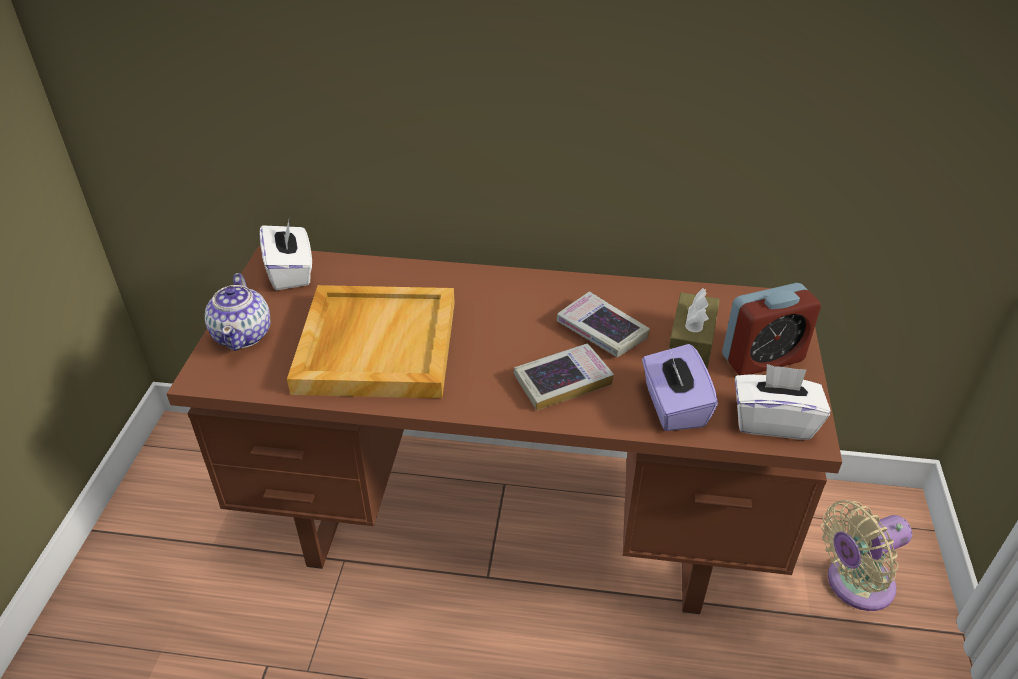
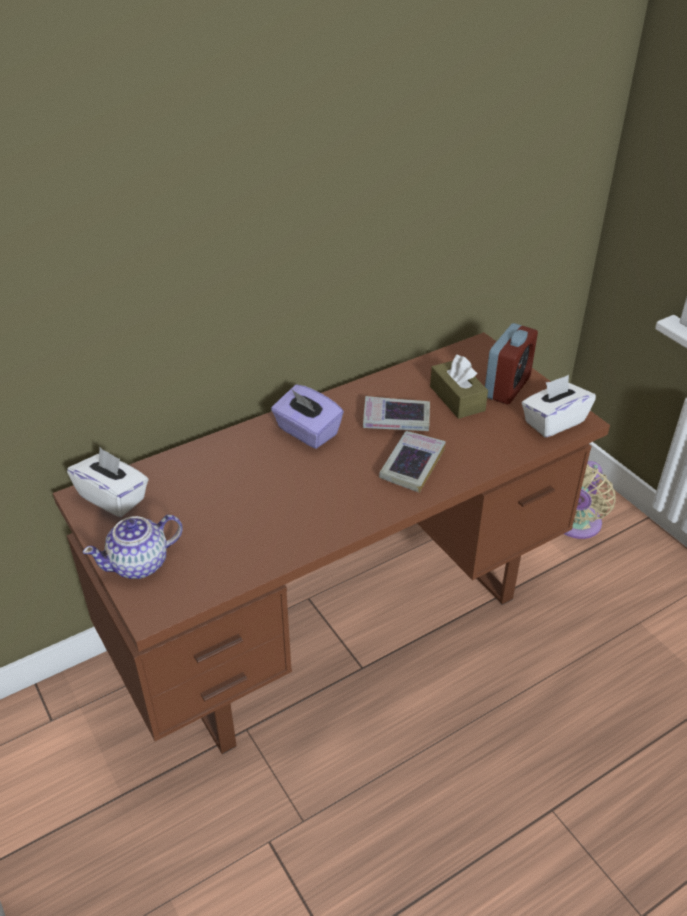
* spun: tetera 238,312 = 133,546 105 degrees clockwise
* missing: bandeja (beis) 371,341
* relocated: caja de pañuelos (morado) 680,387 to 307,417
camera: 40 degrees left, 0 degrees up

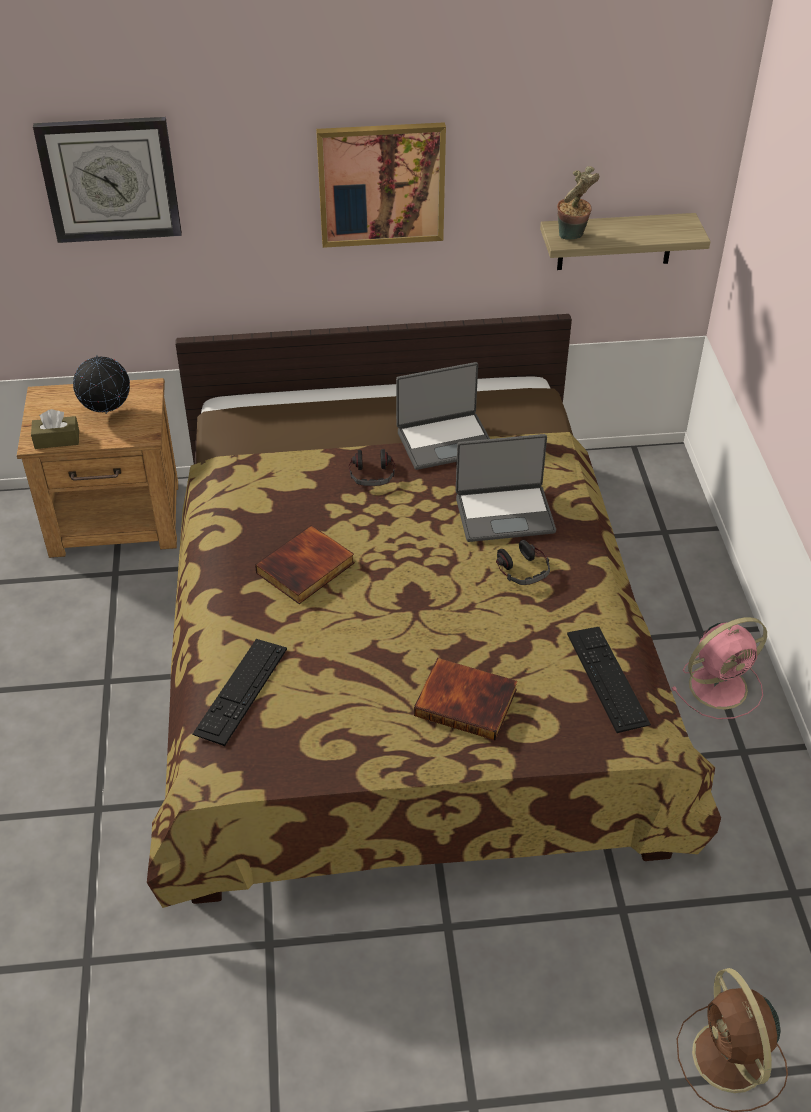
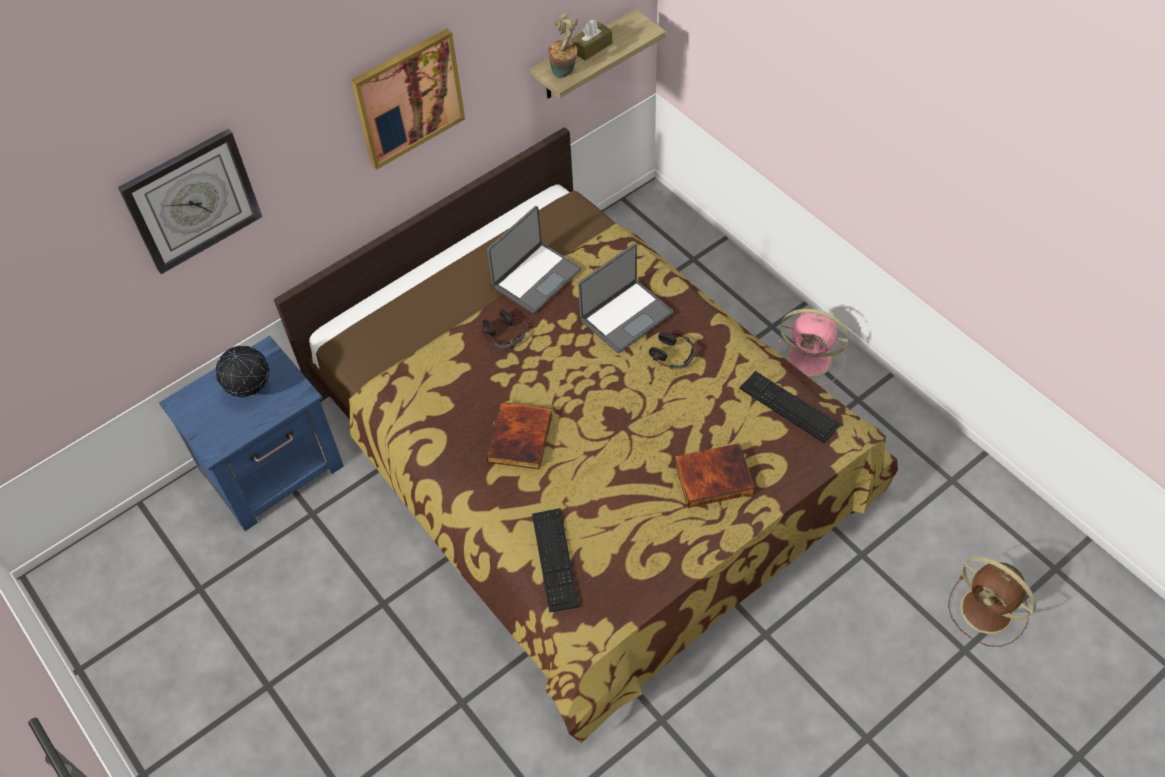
* colour: mesita de noche (marrón) 97,468 to mesita de noche (azul) 251,433
* relocated: caja de pañuelos (marrón) 55,429 to 591,40
* spun: ventilador (rosa) 719,668 = 813,347 75 degrees clockwise
camera: 30 degrees left, 10 degrees up

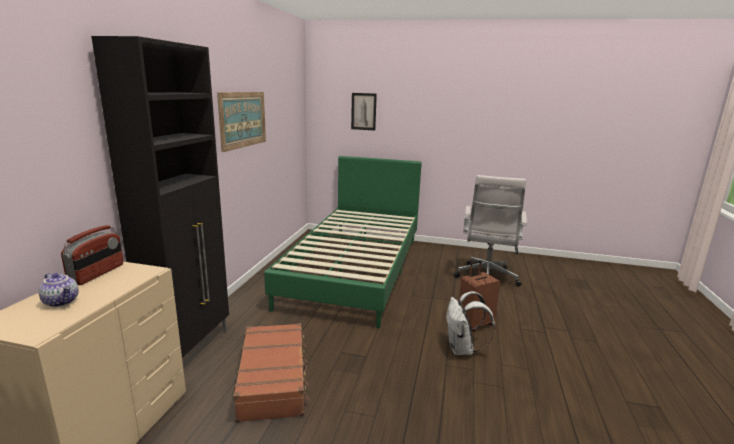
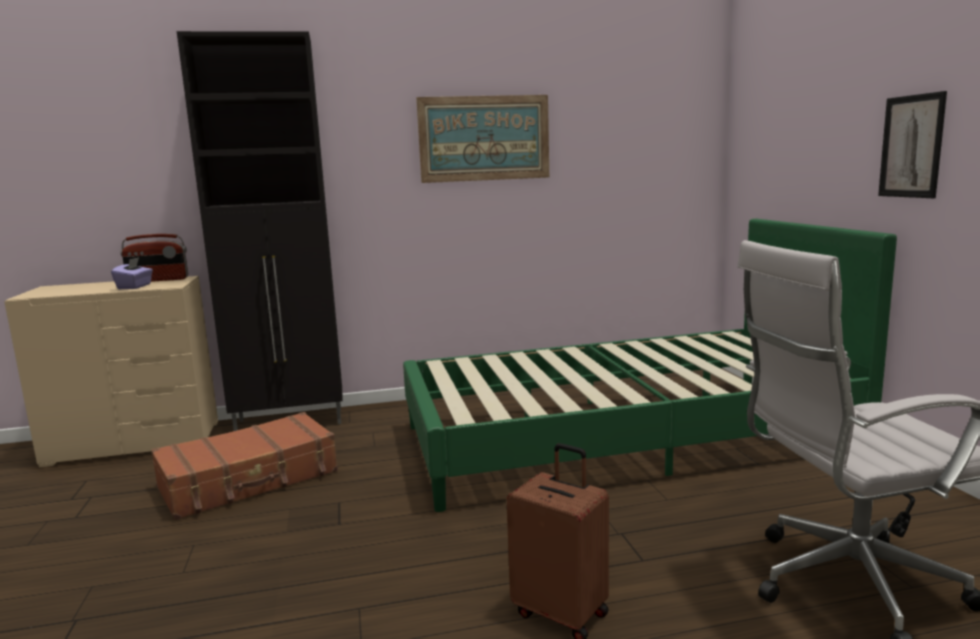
* missing: tetera 58,290
* relocated: cuadro 364,111 to 912,144
* missing: mochila (blanco) 470,323
* appeared: caja de pañuelos (morado) 132,273
camera: 65 degrees right, 5 degrees down

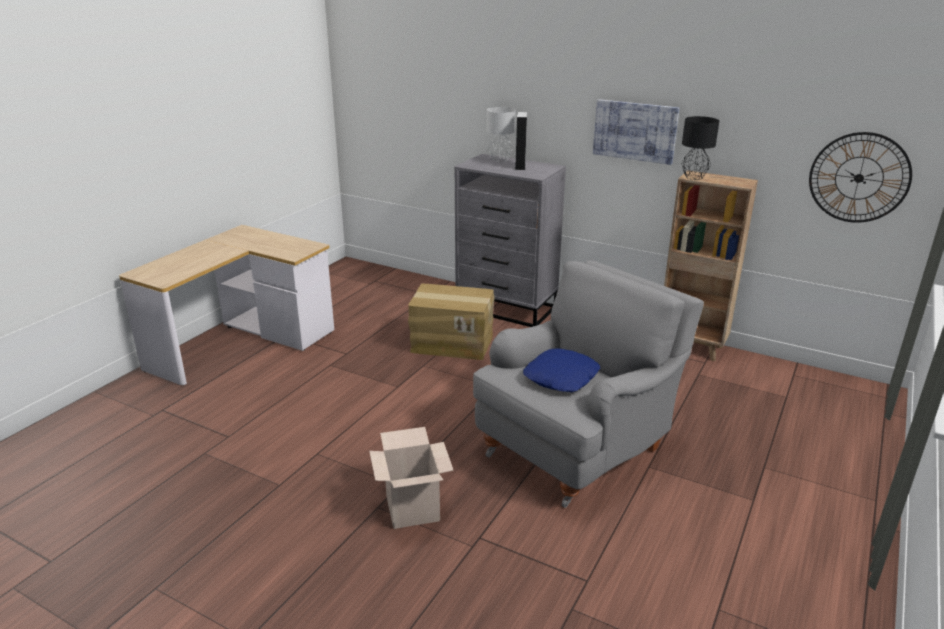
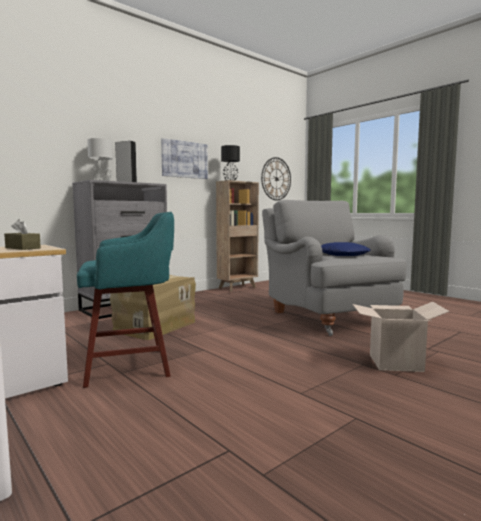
* appeared: caja de pañuelos (marrón) 22,234
* appeared: taburete (turquesa) 125,300
camera: 70 degrees left, 20 degrees down

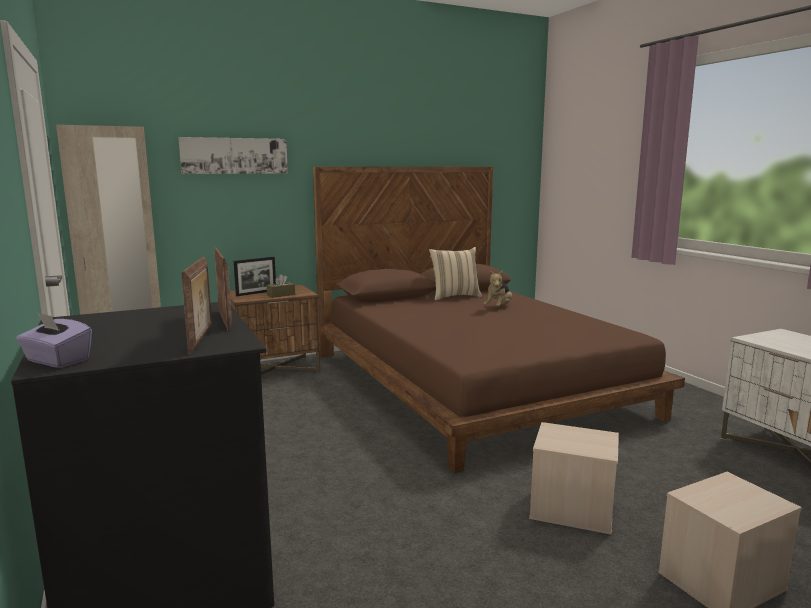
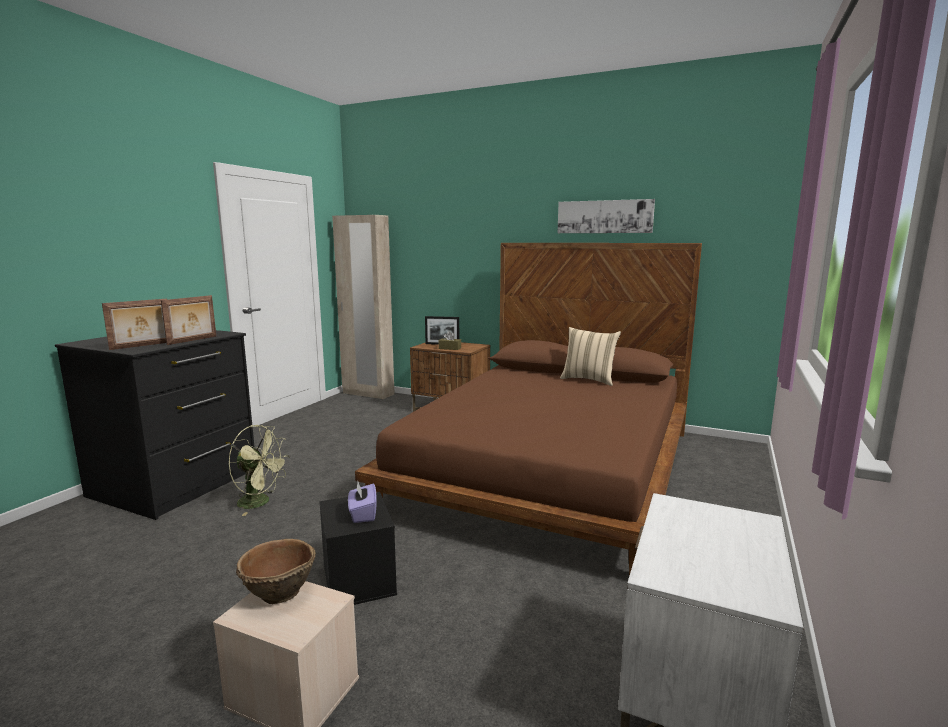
* relocated: caja de pañuelos (morado) 54,340 to 362,502
* relocated: cuadro 233,155 to 606,216
* missing: peluche 498,288
* colour: caja de almacenaje (beis) 574,478 to caja de almacenaje (negro) 358,548
* appeared: ventilador (verde) 259,470
* appeared: cuenco (marrón) 276,571
camera: 50 degrees right, 0 degrees up

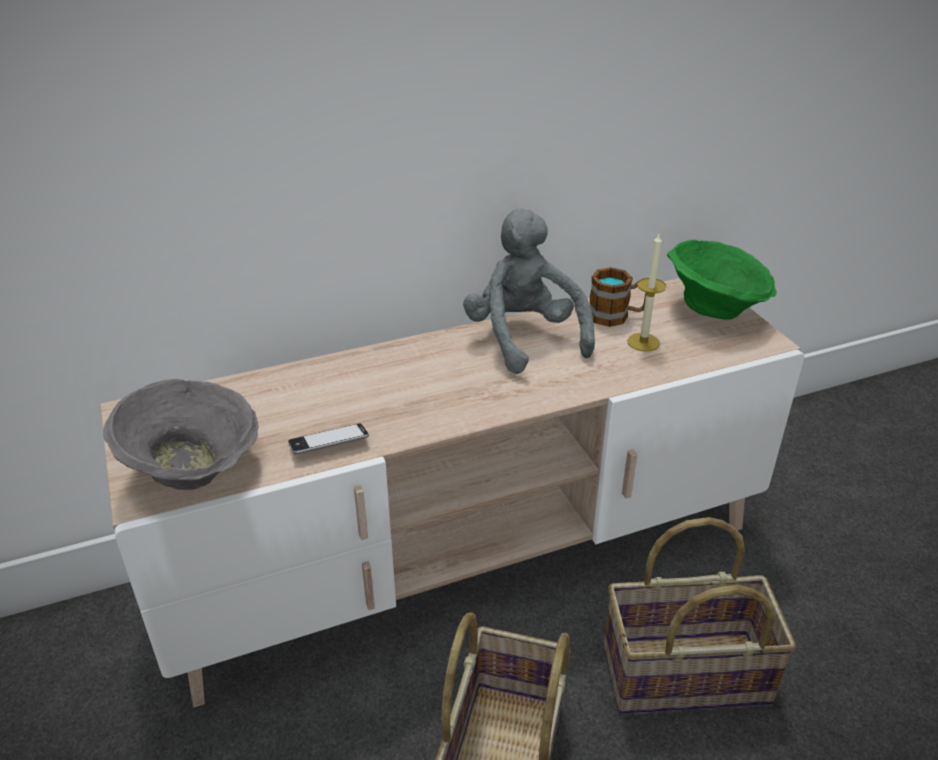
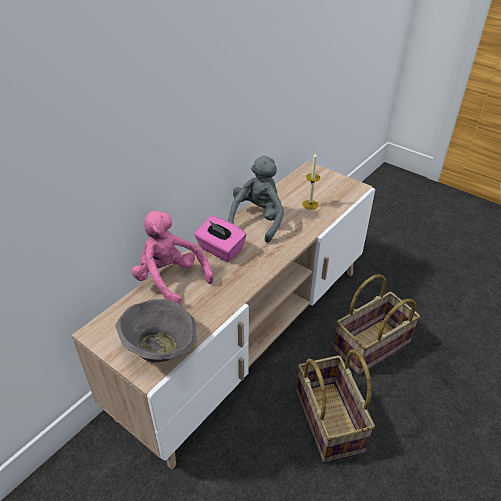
* missing: móvil 328,438
* spun: peluche (gris) 529,291 = 256,199 75 degrees clockwise
* missing: taza grande 618,297
* missing: cuenco (verde) 722,280
* appeared: peluche (rosa) 173,257
* appeared: caja de pañuelos (rosa) 220,239
camera: 30 degrees left, 5 degrees up

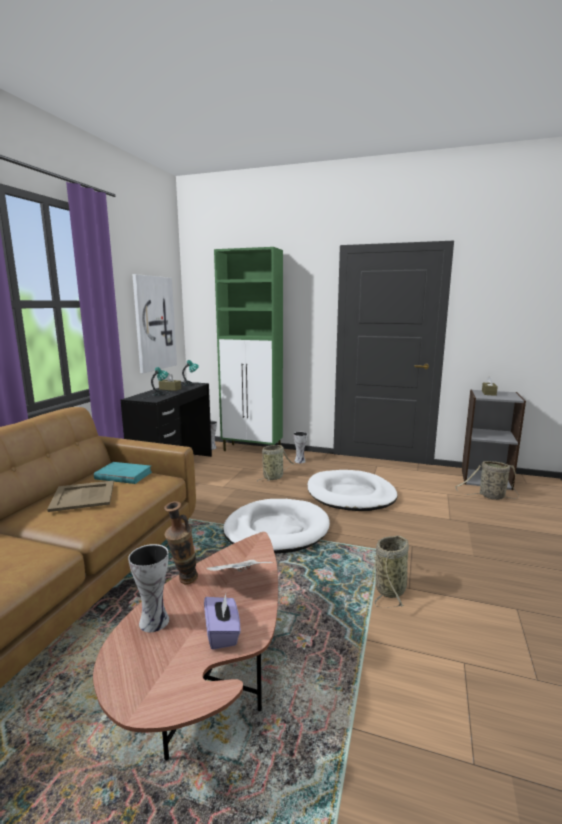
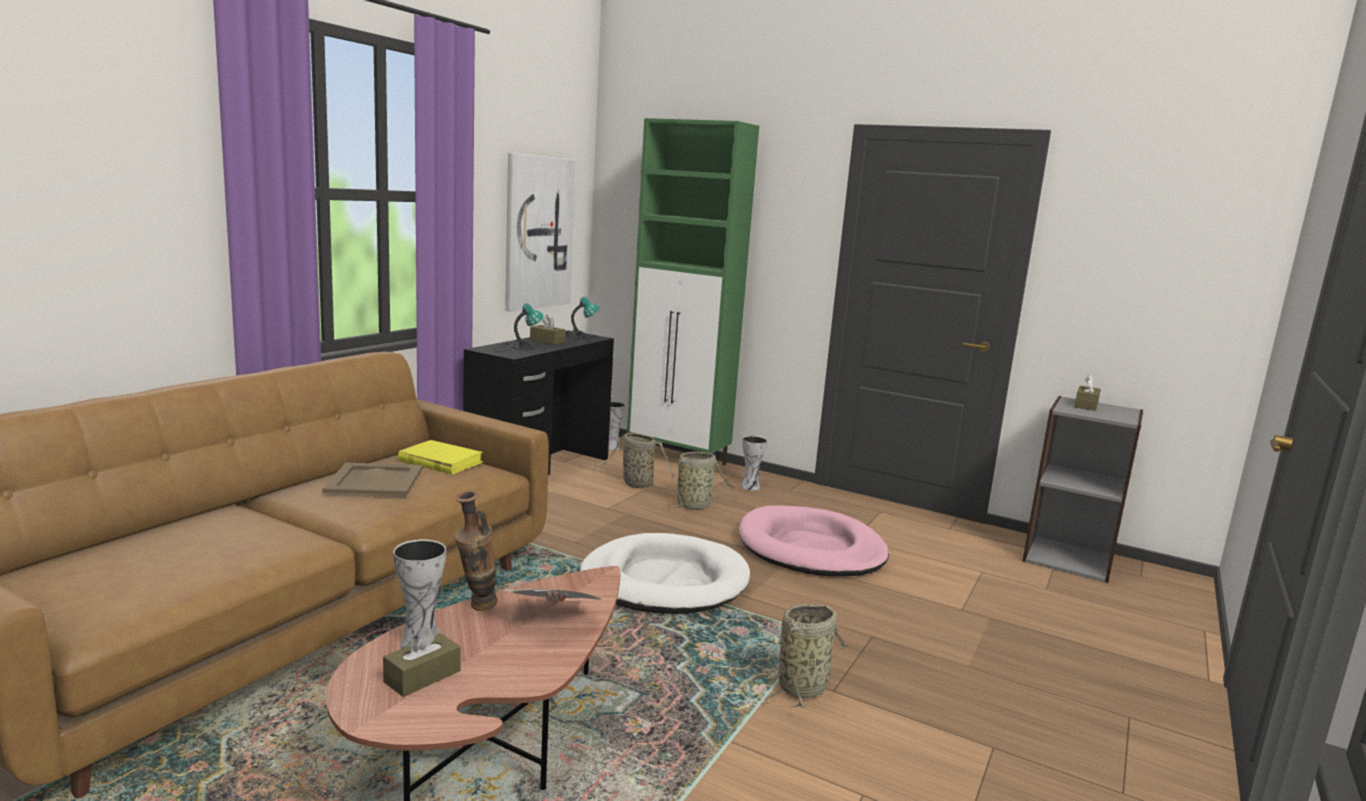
* colour: libro (turquesa) 123,473 to libro (amarillo) 440,457
* missing: caja de pañuelos (morado) 222,621
* colour: cama para perro (blanco) 353,490 to cama para perro (rosa) 814,541
* relocated: cesta 487,480 to 634,461
* appeared: caja de pañuelos (marrón) 422,661
camera: 10 degrees right, 0 degrees up

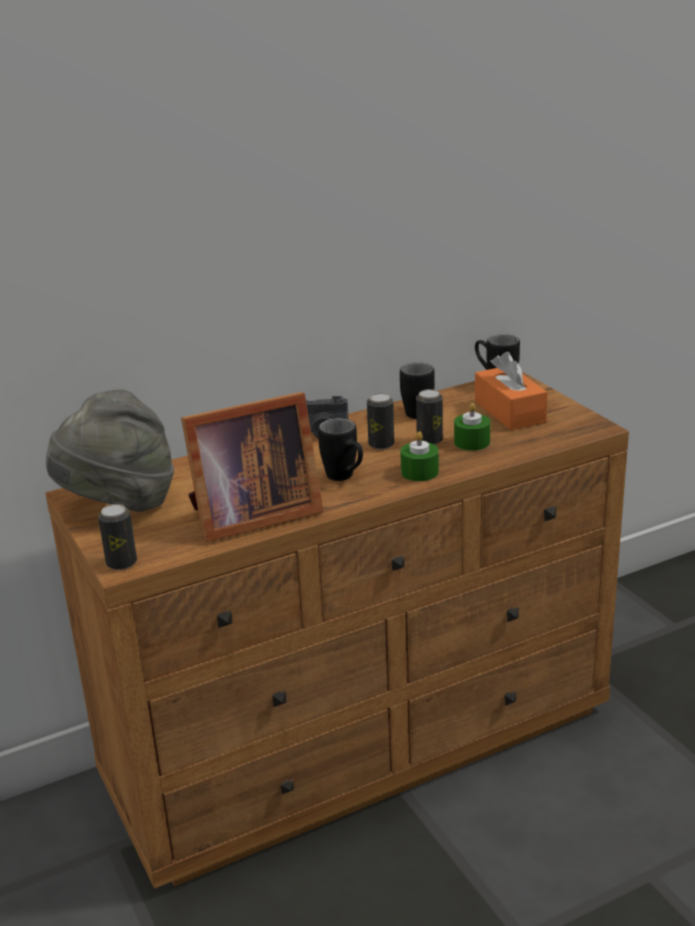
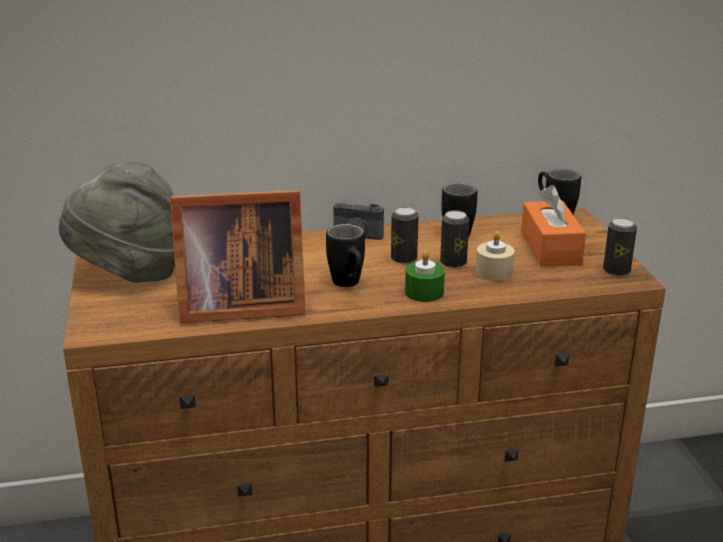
* relocated: lata 117,537 to 620,247
* colour: vela (verde) 472,427 to vela (beis) 495,256
camera: 15 degrees right, 0 degrees up

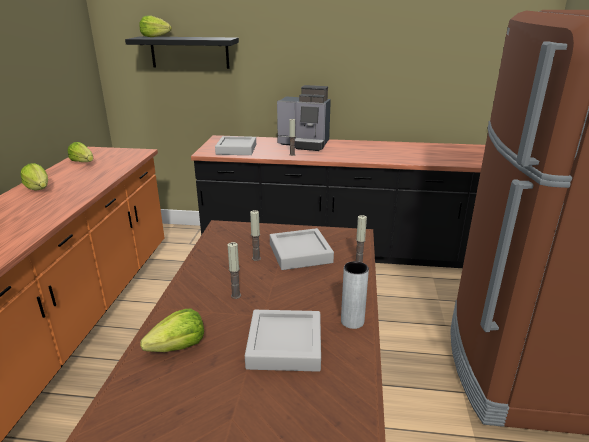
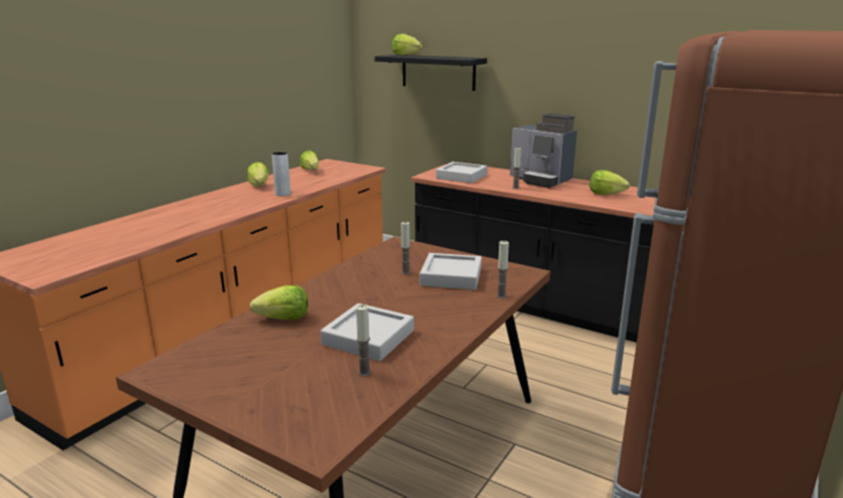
* relocated: vela 234,270 to 363,340
* relocated: florero (gris) 355,295 to 281,174
* appeared: lechuga 610,182
camera: 25 degrees right, 5 degrees down

